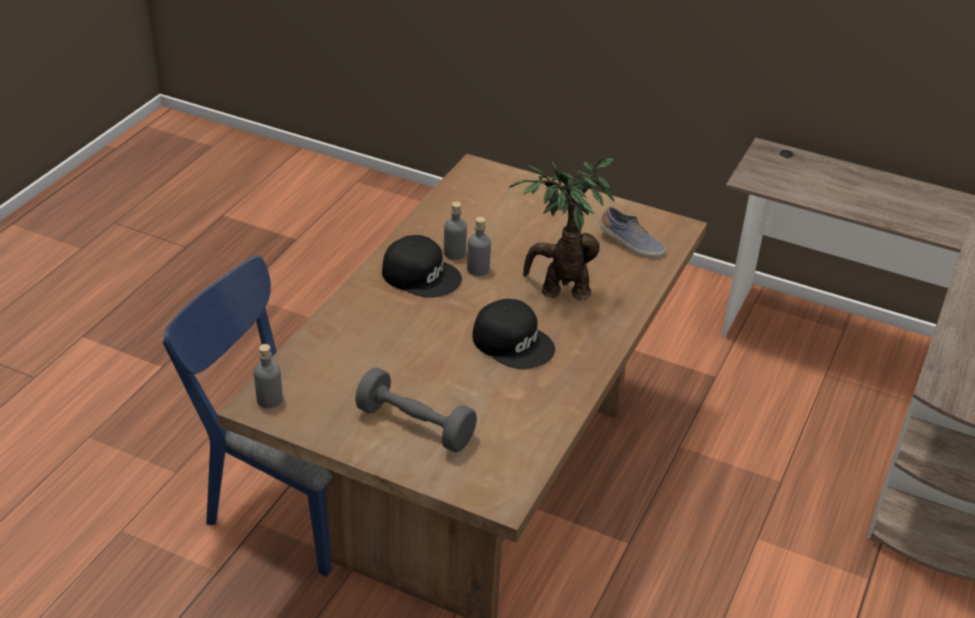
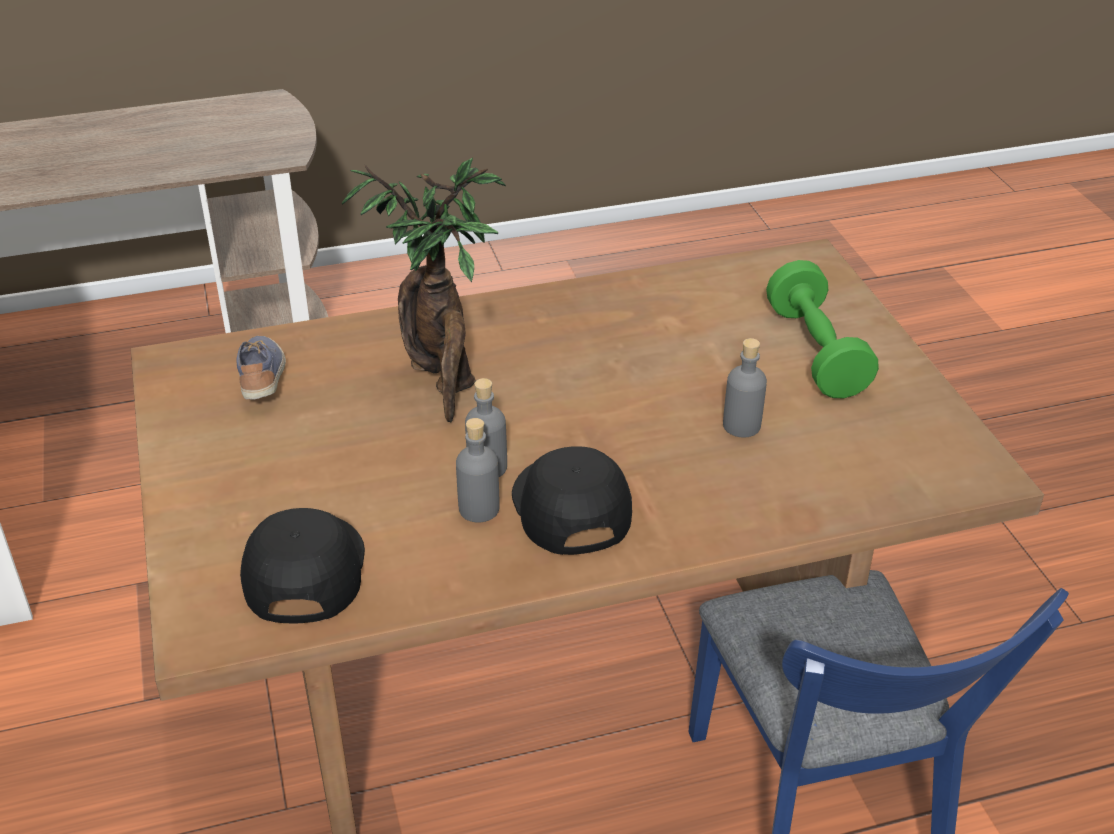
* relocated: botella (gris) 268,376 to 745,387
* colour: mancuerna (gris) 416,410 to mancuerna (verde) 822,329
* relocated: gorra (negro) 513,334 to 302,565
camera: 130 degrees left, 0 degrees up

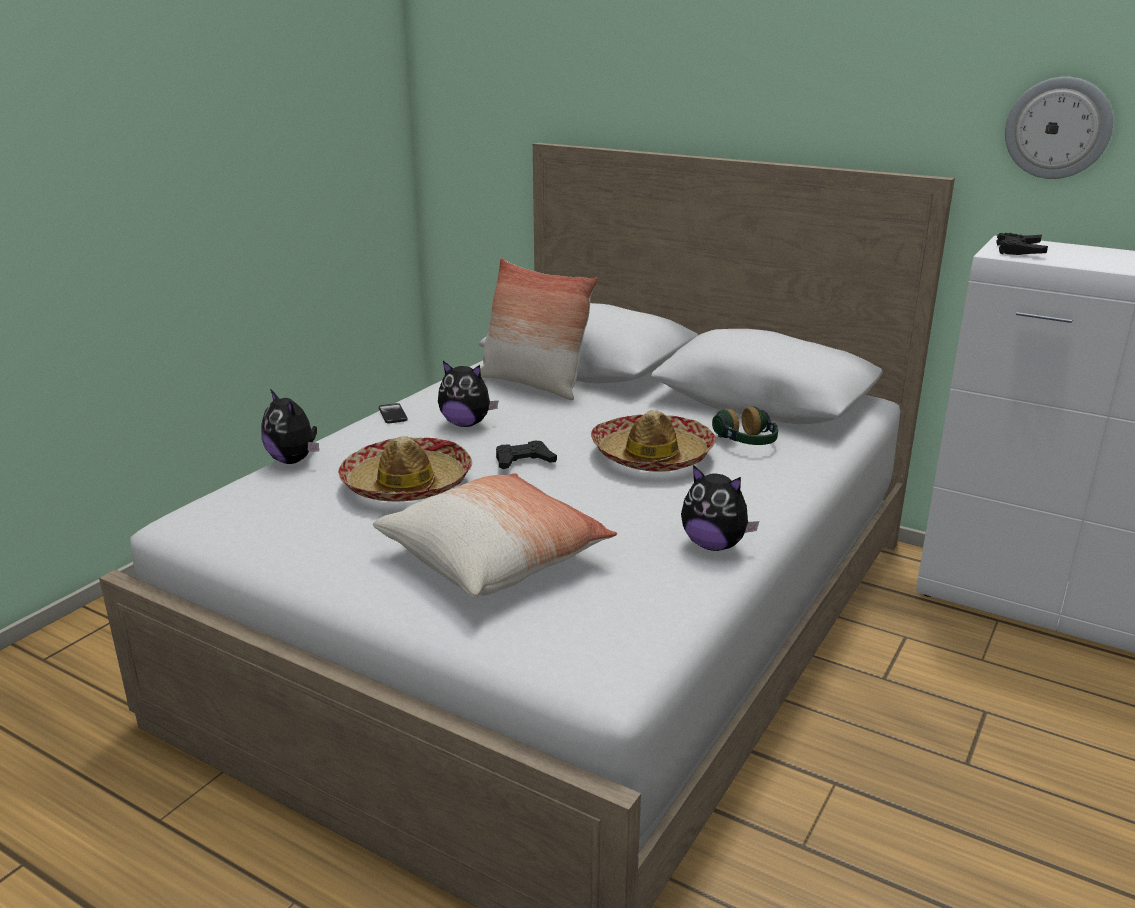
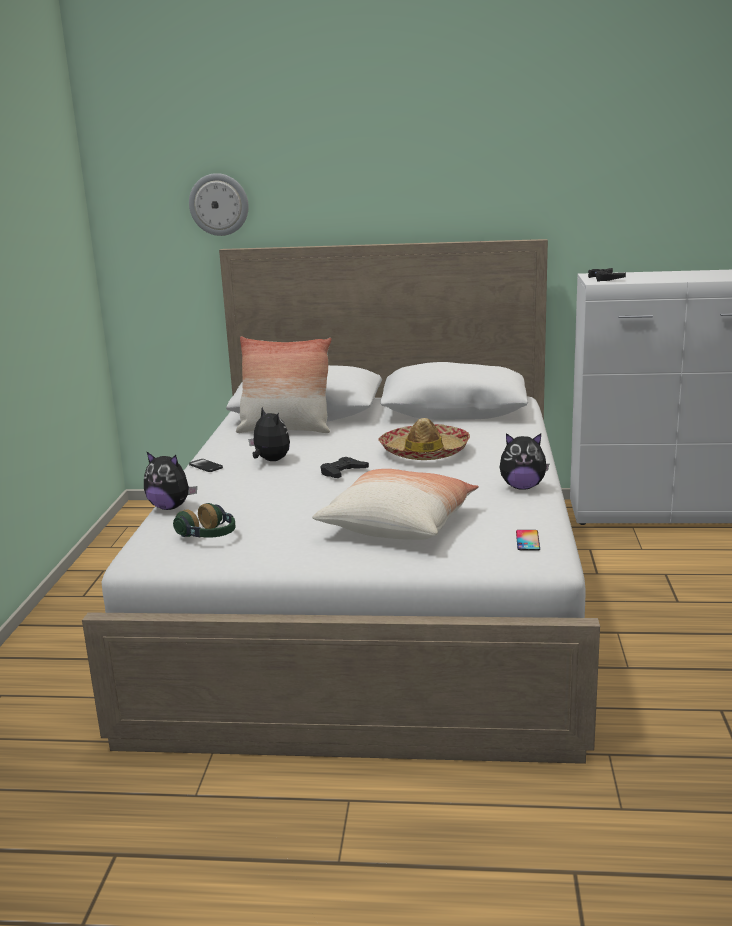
* missing: sombrero 405,468
* spun: peluche 468,394 = 269,434 120 degrees counterclockwise
* relocated: auriculares 745,426 to 204,520
* relocated: reloj de pared 1059,128 to 219,204
* appeared: móvil 528,540
camera: 25 degrees left, 5 degrees down

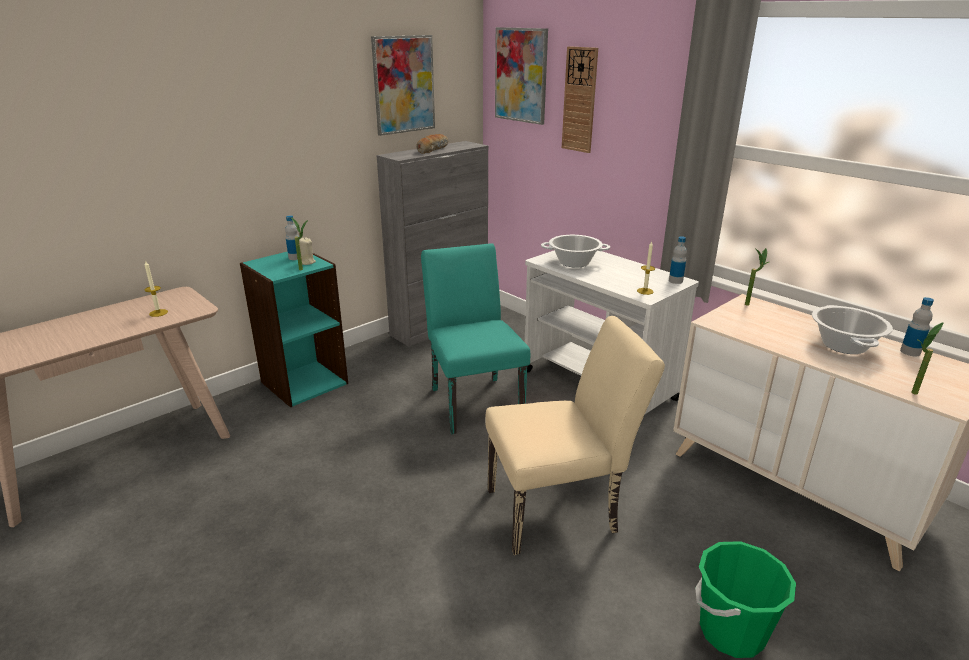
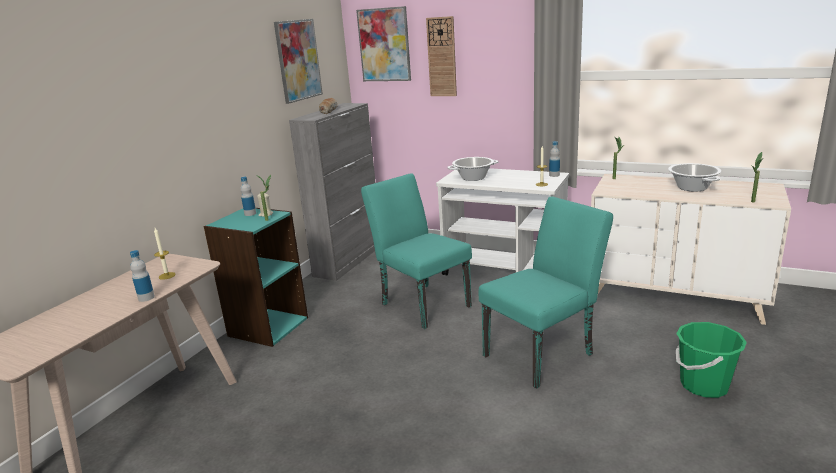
* colour: silla (beis) 575,435 to silla (turquesa) 546,292
* relocated: botella 917,326 to 142,276
camera: 20 degrees left, 5 degrees down

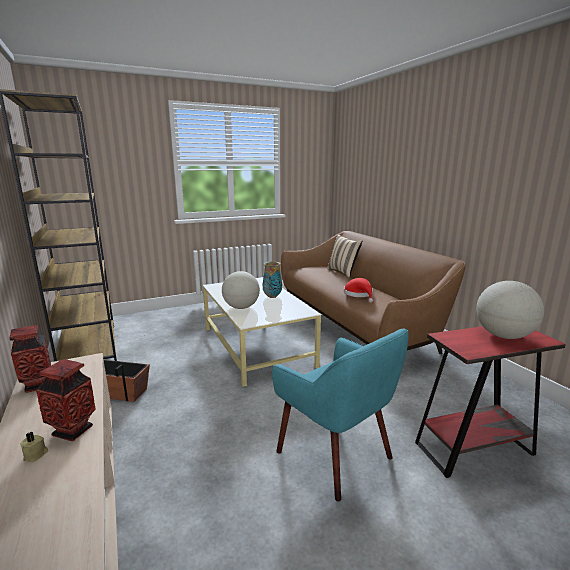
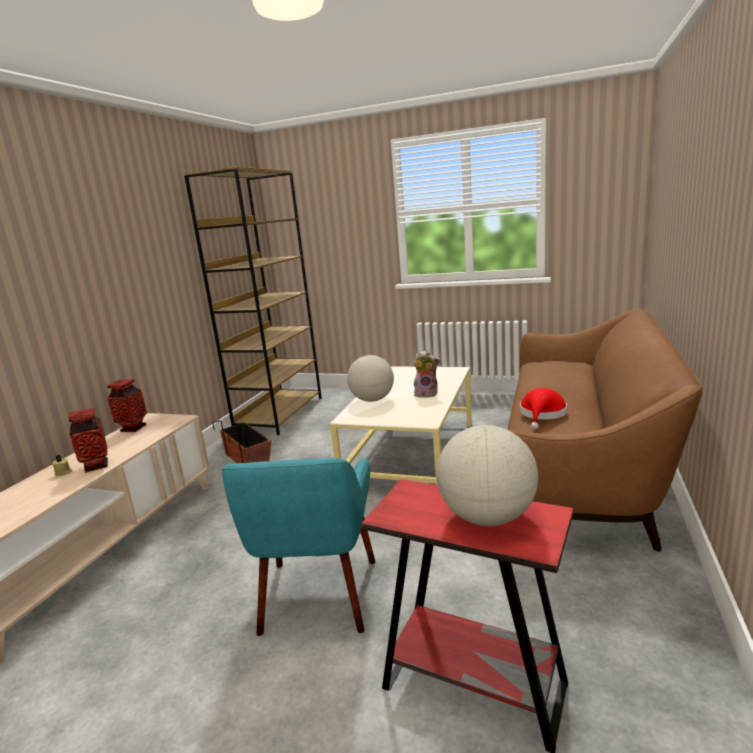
* exchanged: florero 272,279 to peluche 427,374
* missing: cojín (beis) 344,256
camera: 45 degrees right, 0 degrees up

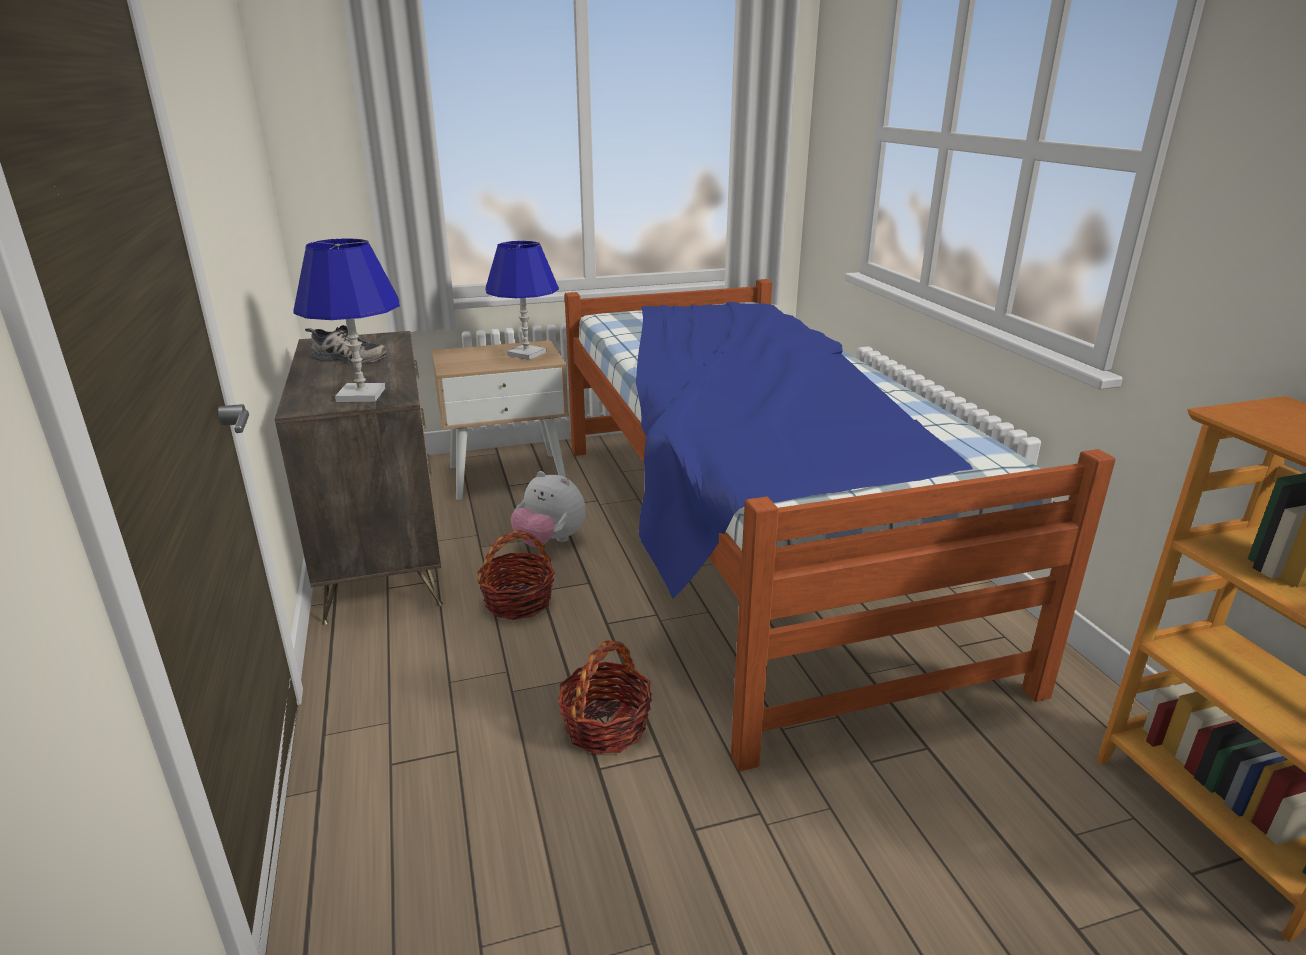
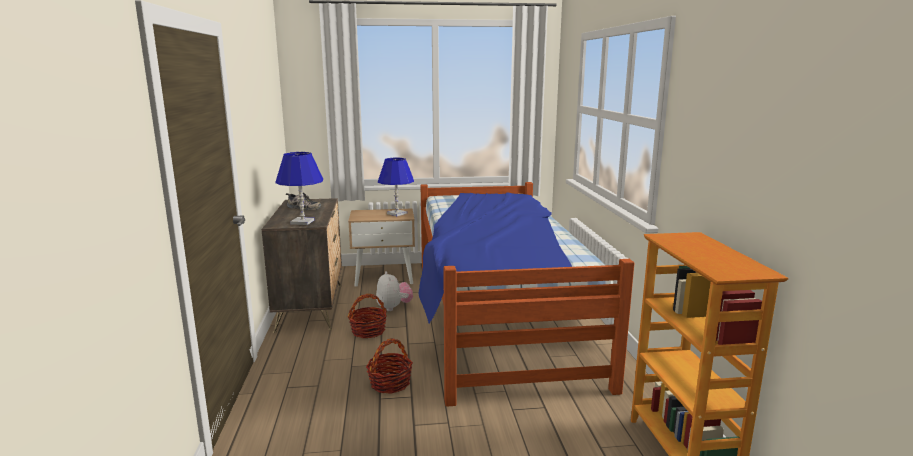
* spun: peluche 548,509 = 394,291 150 degrees counterclockwise
camera: 10 degrees right, 10 degrees down

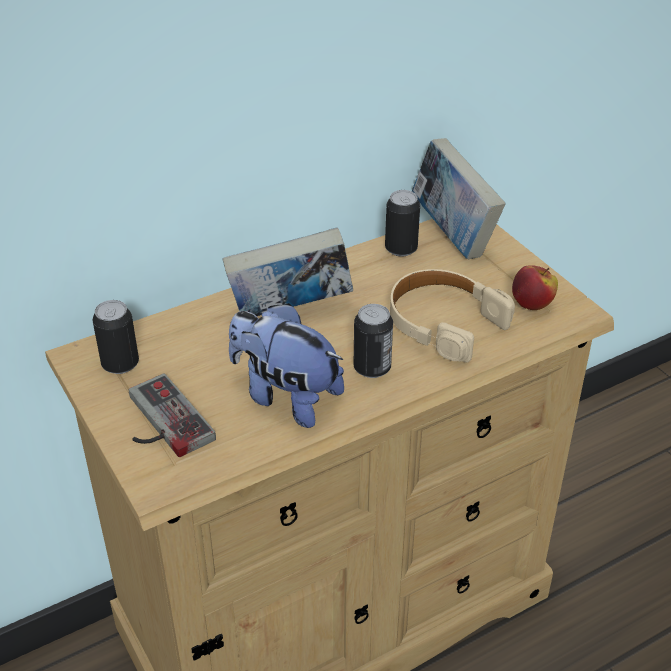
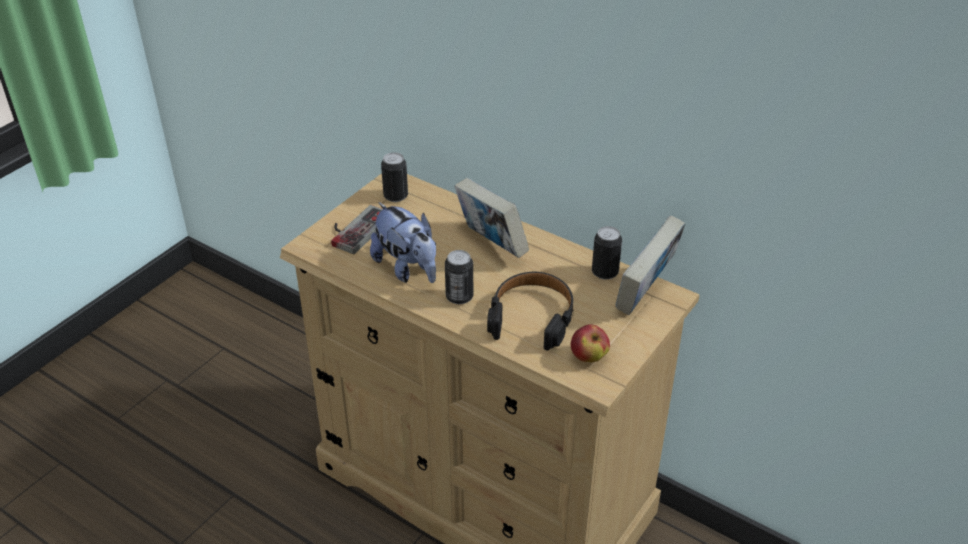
* spun: peluche 286,365 = 403,242 135 degrees clockwise
* colour: auriculares (beis) 452,315 to auriculares (negro) 530,311
camera: 65 degrees right, 0 degrees up

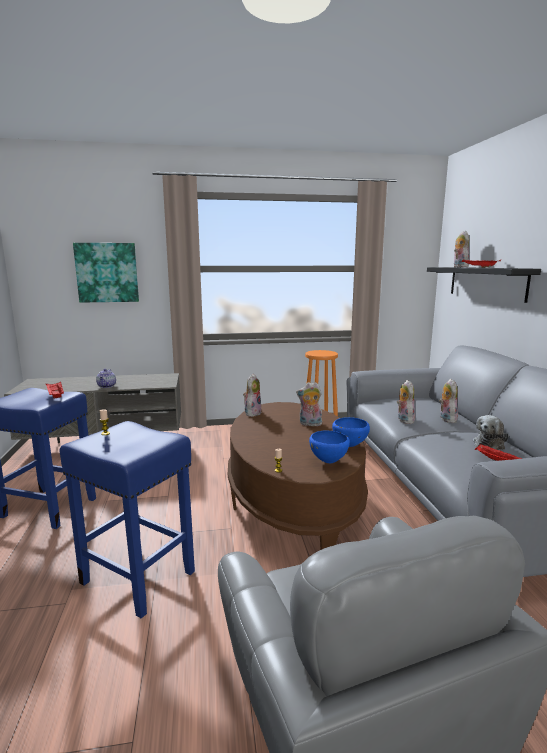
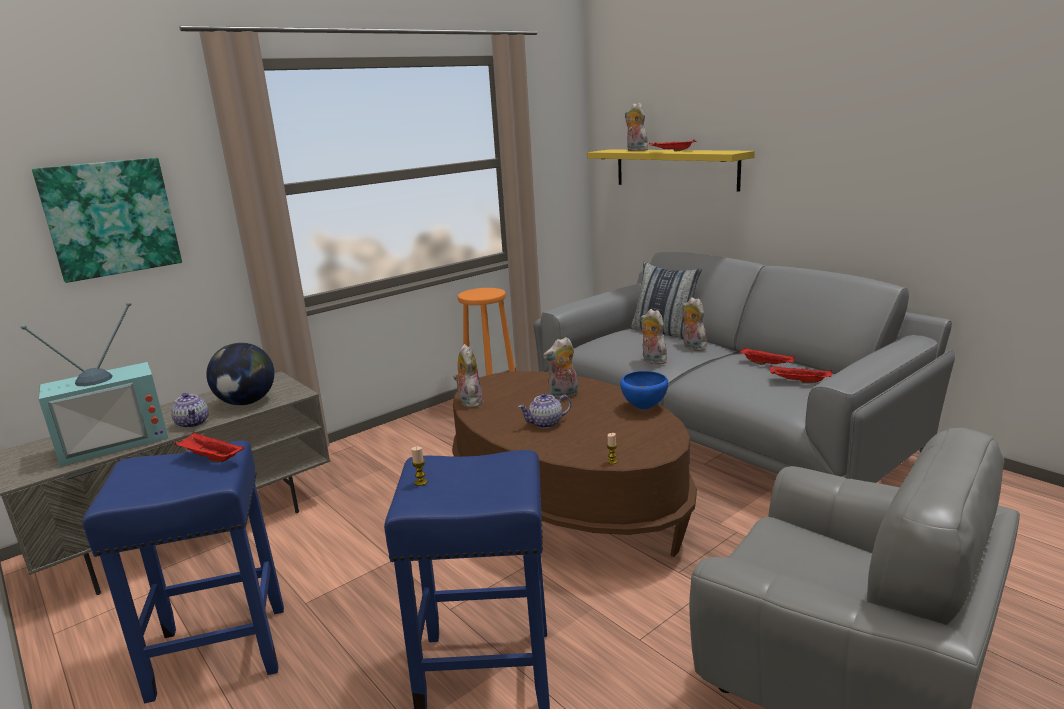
* missing: cuenco (azul) 329,447
* colour: estante (negro) 484,285 to estante (amarillo) 671,170
* exchanged: peluche 491,432 to bandeja (rojo) 767,356
* appeared: televisor 94,384
* appeared: globo terráqueo 240,373
* appeared: tetera 544,411
* appeared: cojín 666,300
camera: 30 degrees left, 5 degrees up

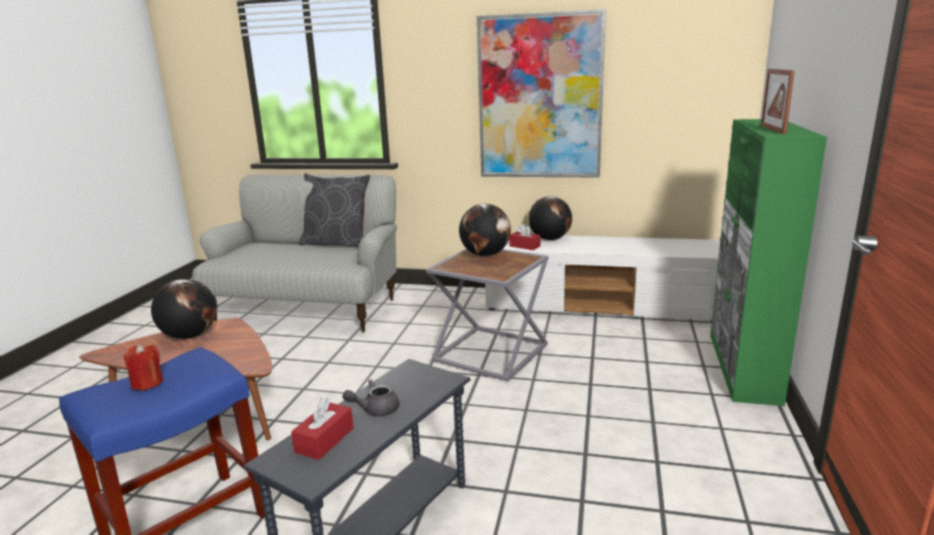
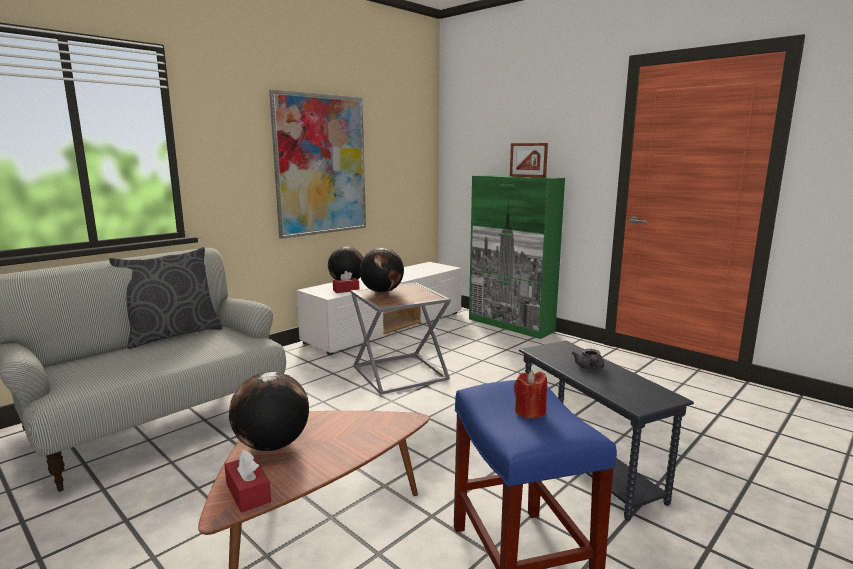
* relocated: caja de pañuelos (rojo) 322,428 to 247,481
camera: 60 degrees left, 5 degrees down

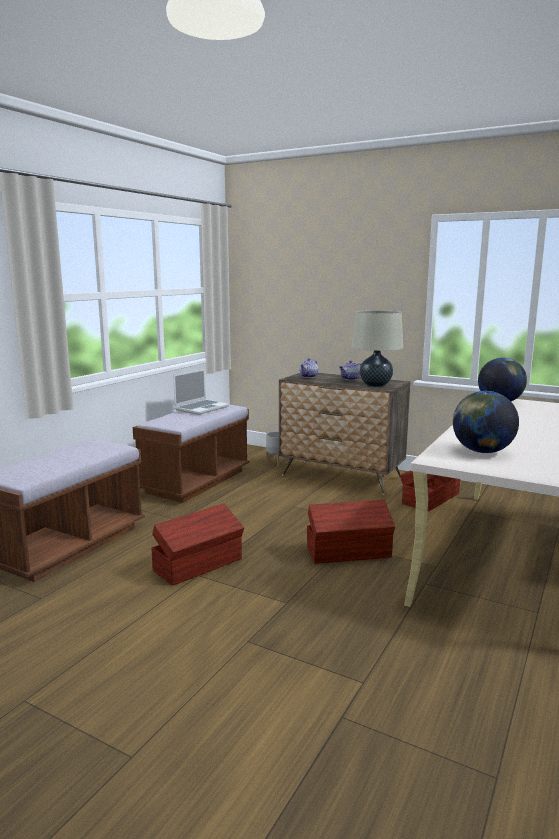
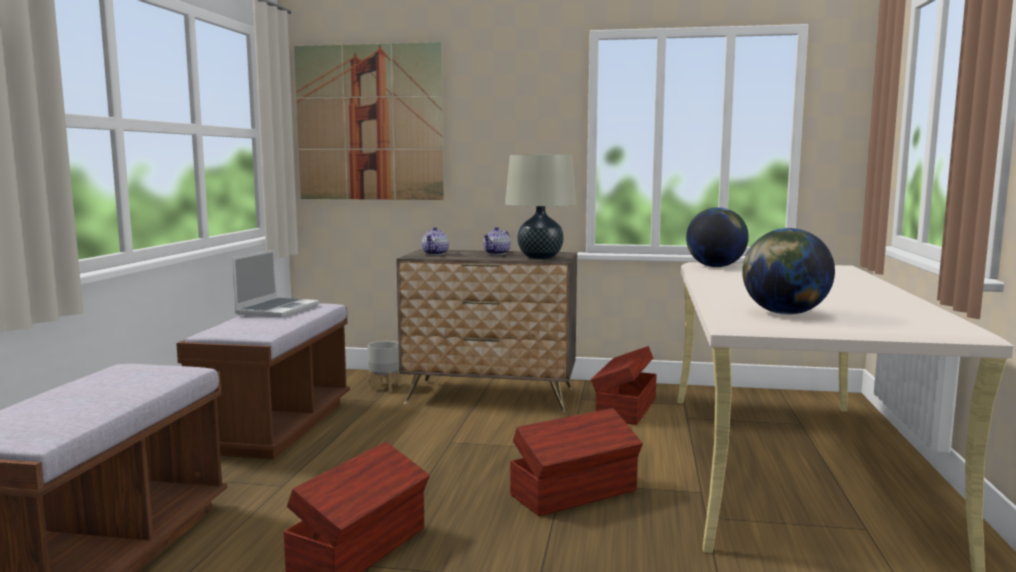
* appeared: cuadro 369,121
camera: 20 degrees left, 5 degrees down

